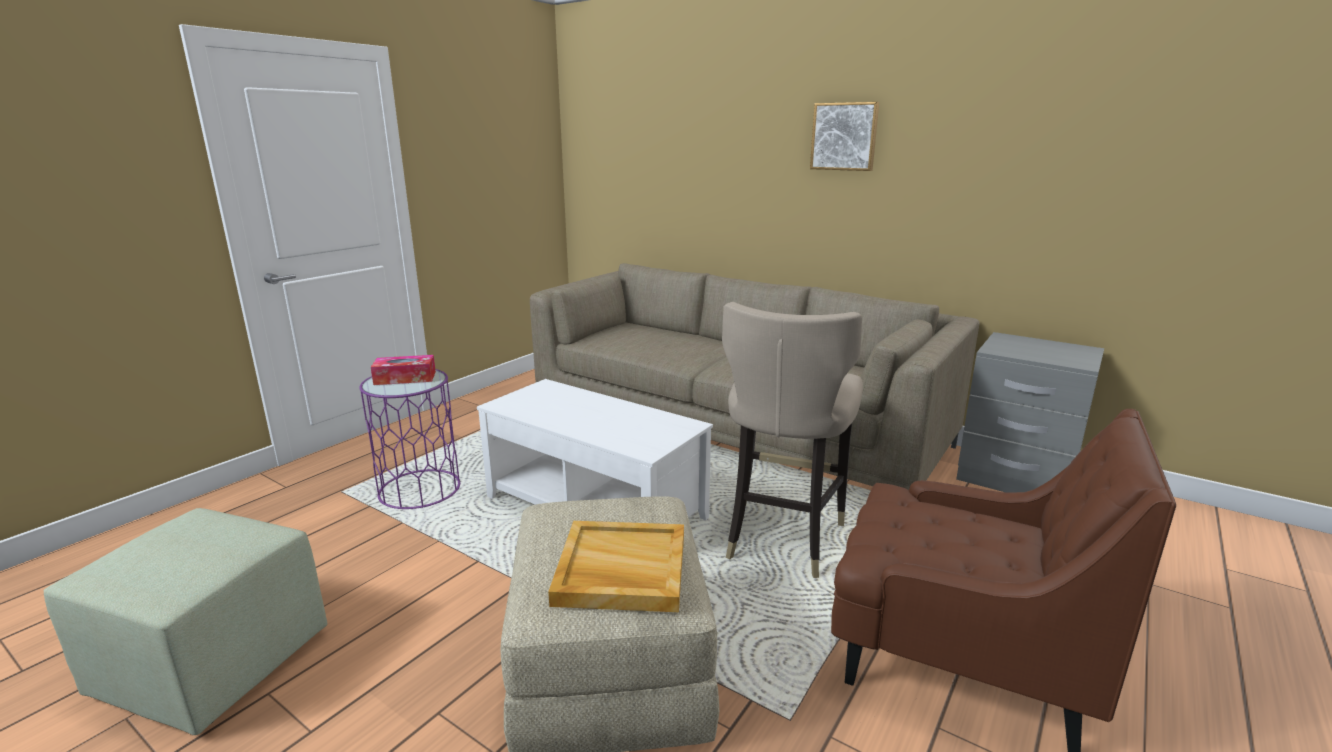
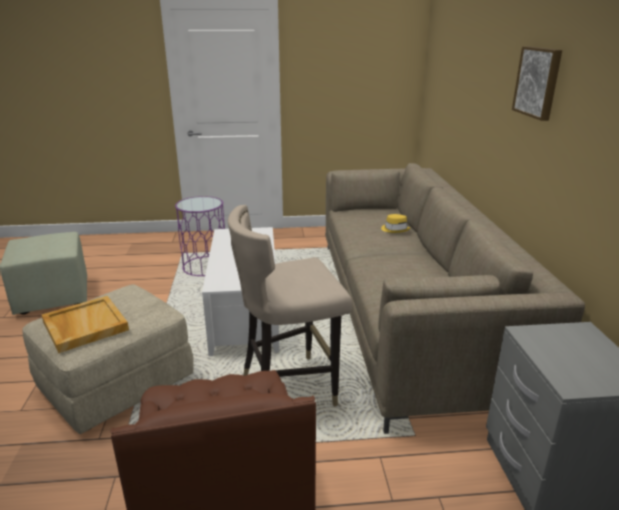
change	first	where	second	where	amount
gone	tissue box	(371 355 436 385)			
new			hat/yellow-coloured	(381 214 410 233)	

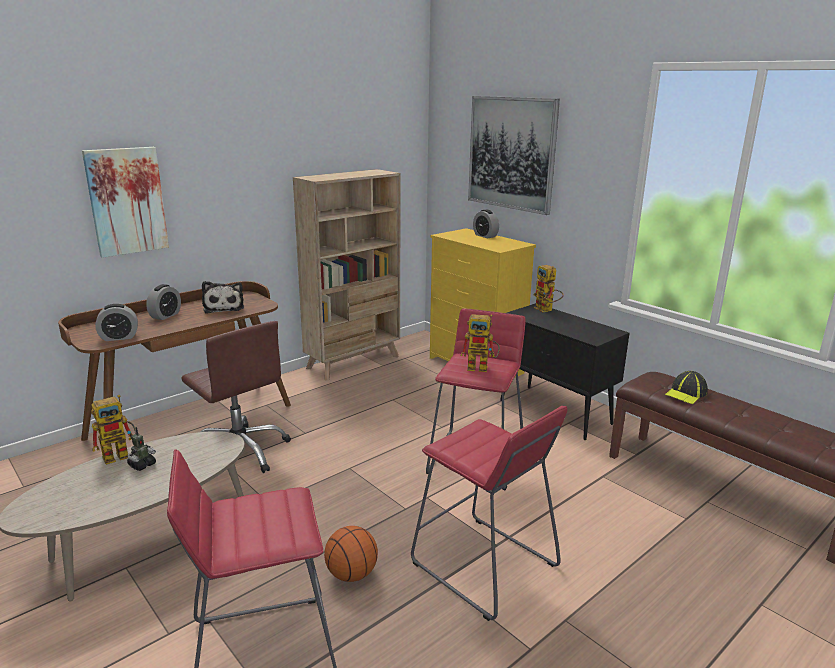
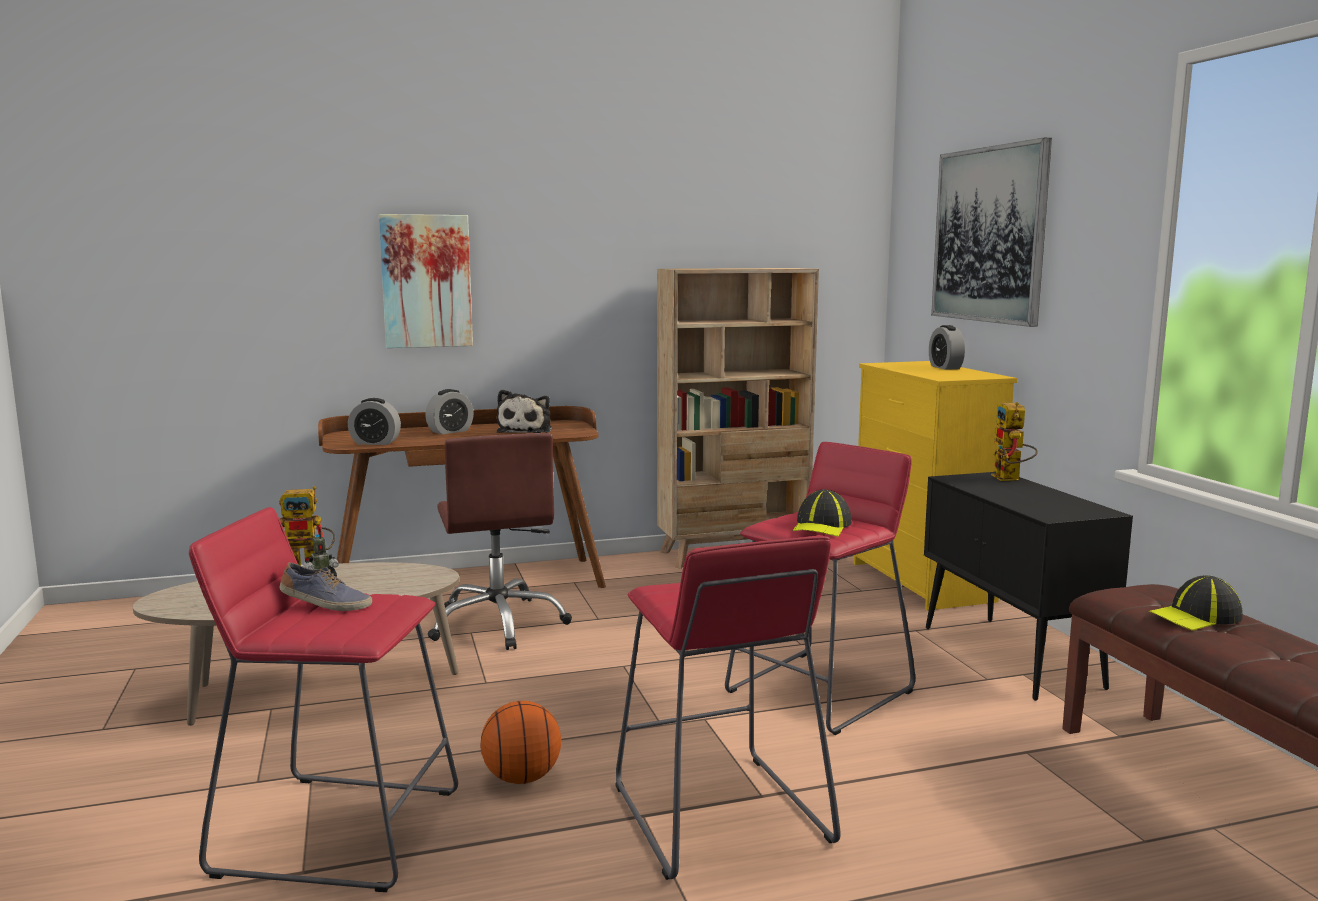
change	first	where	second	where	amount
new			item of footwear	(280 562 372 611)	
swapped	model robot	(461 314 500 372)	peaked cap	(793 489 852 537)	

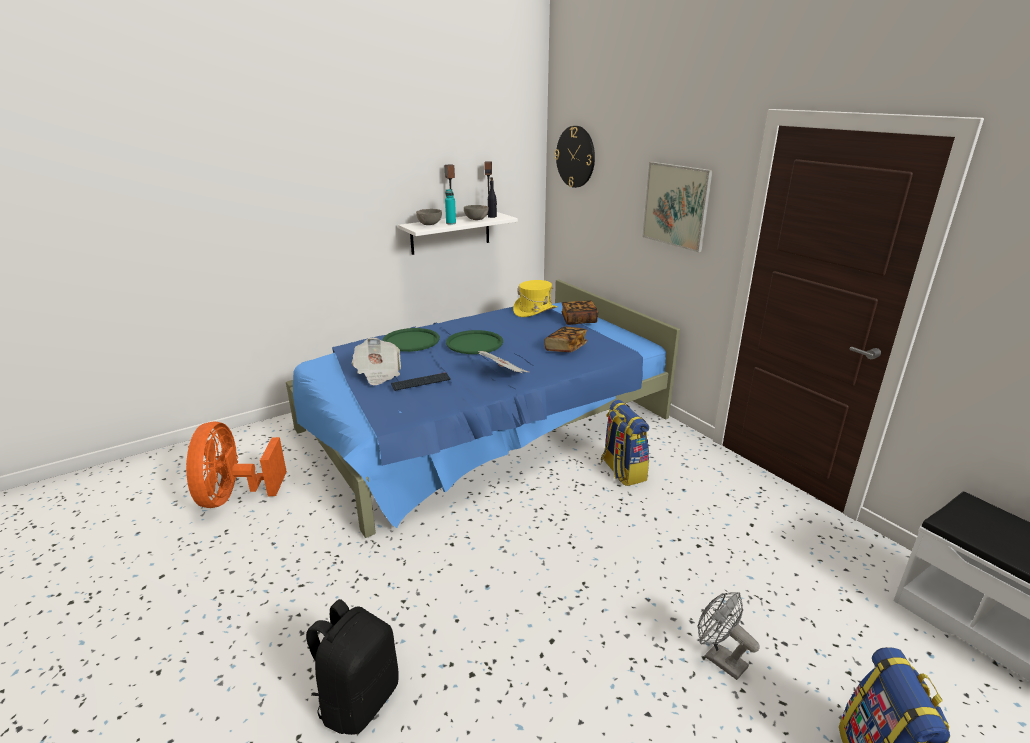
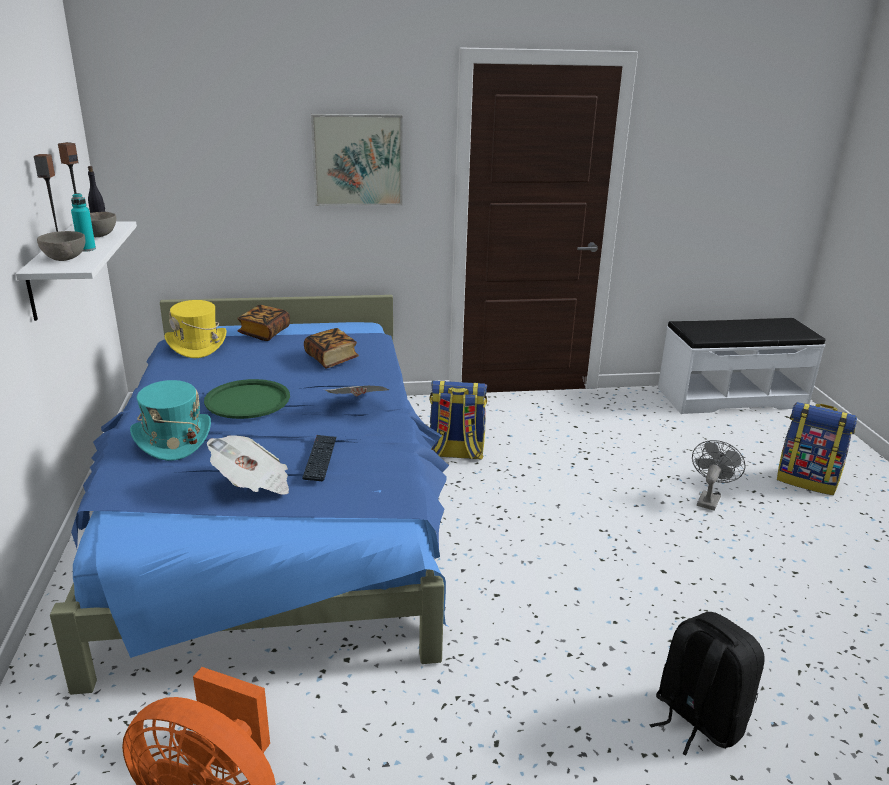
change	first	where	second	where	amount
gone	clock on the wall	(555 126 595 188)			
swapped	tray/green-coloured	(382 328 440 352)	hat/blue-green	(130 380 211 461)	
rotated	electric fan/greyish	(698 592 760 680)		(692 440 745 511)	135 degrees clockwise

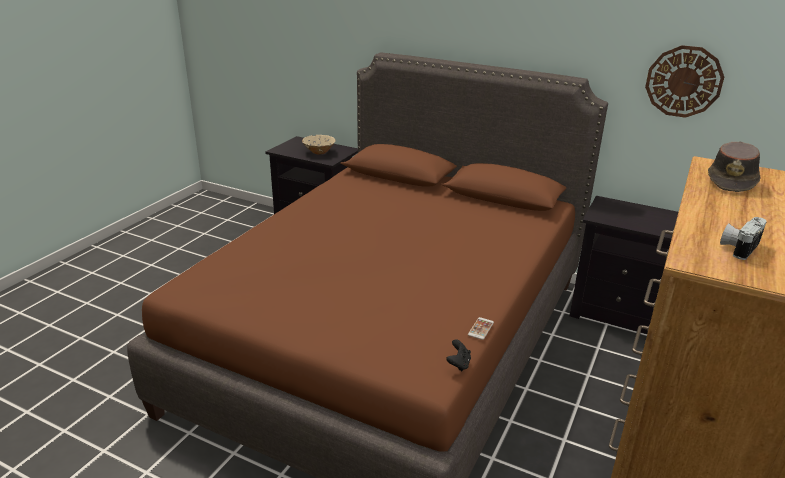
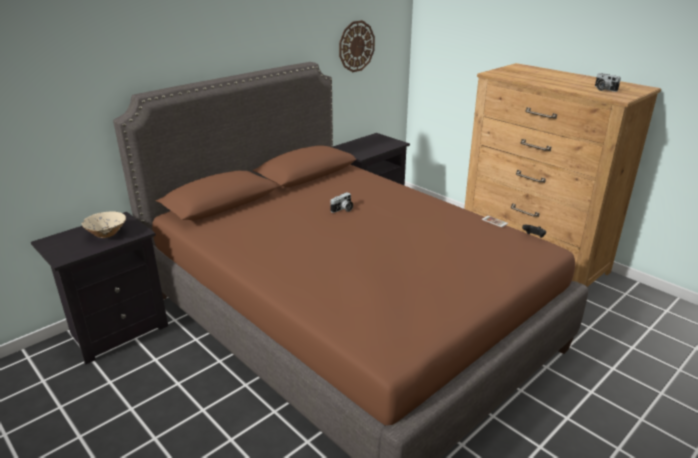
change	first	where	second	where	amount
gone	hat/brownish	(708 142 761 192)			
new			still camera	(330 192 353 213)	

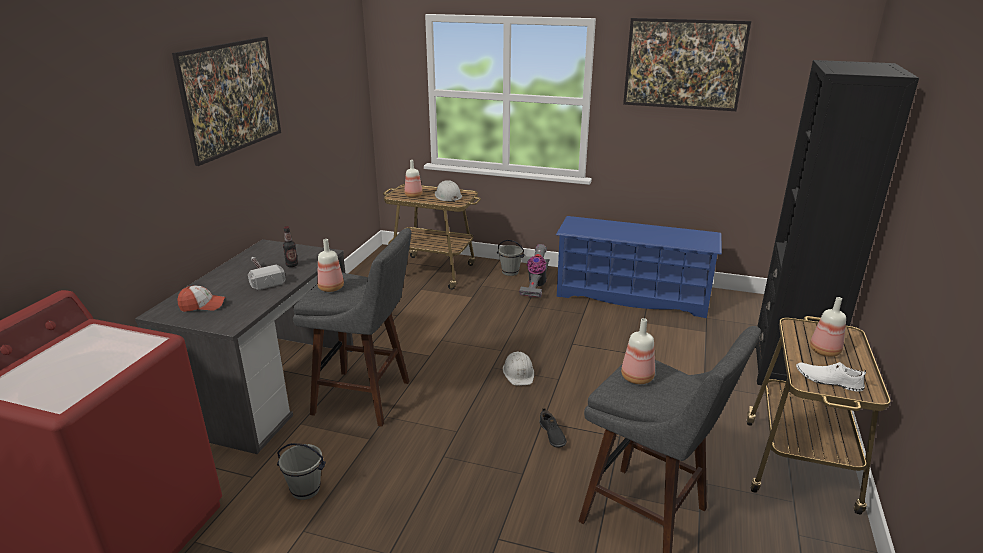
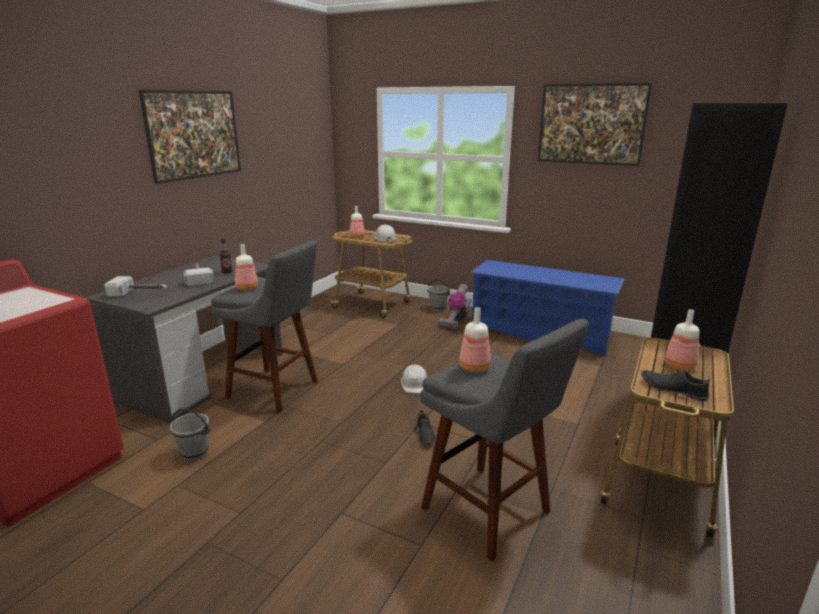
change	first	where	second	where	amount
swapped	peaked cap	(178 286 225 312)	hammer	(104 276 167 297)	
repainted	item of footwear/whitish	(796 362 866 392)	item of footwear/black-coloured	(641 370 710 401)	

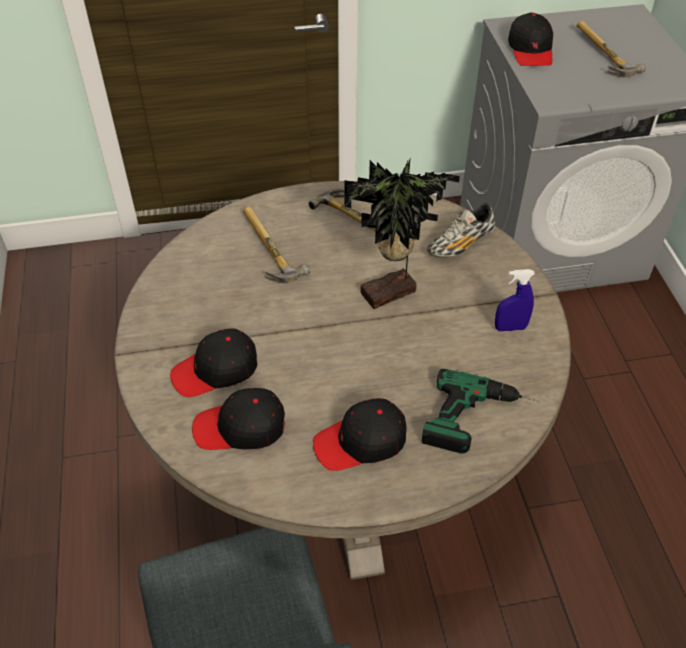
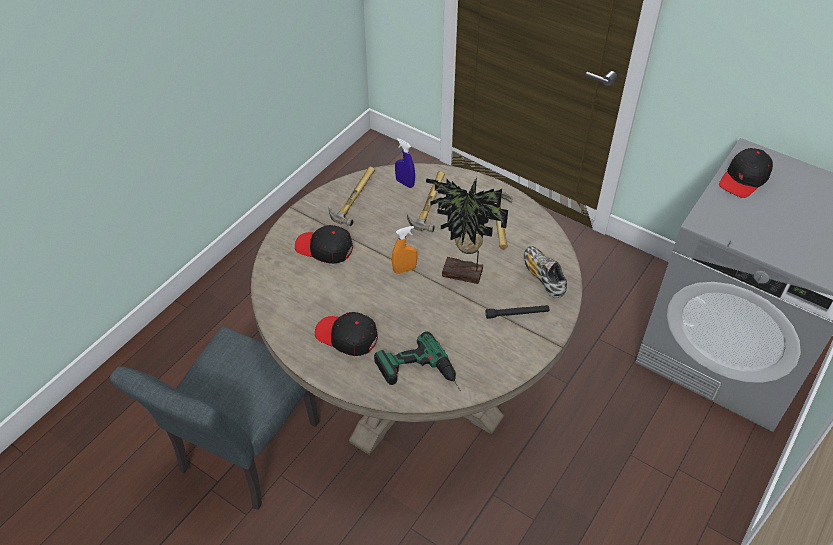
change	first	where	second	where	amount
gone	peaked cap/black-coloured	(192 388 285 450)			
new			hand sprayer/orange	(392 226 417 274)	
new			torch/black-coloured	(486 305 549 319)	
shifted	hand sprayer/blue-coloured	(495 269 535 332)		(395 138 415 188)	
shifted	hammer	(577 21 646 77)		(328 166 375 226)	
rotated	item of footwear	(427 203 495 257)		(524 246 567 298)	60 degrees clockwise

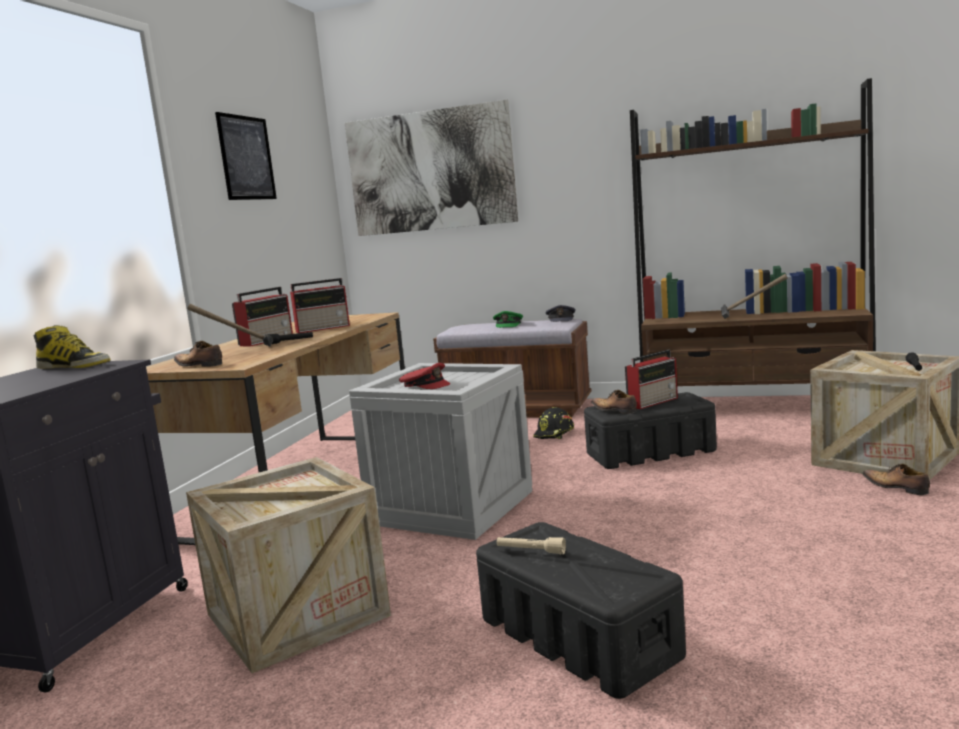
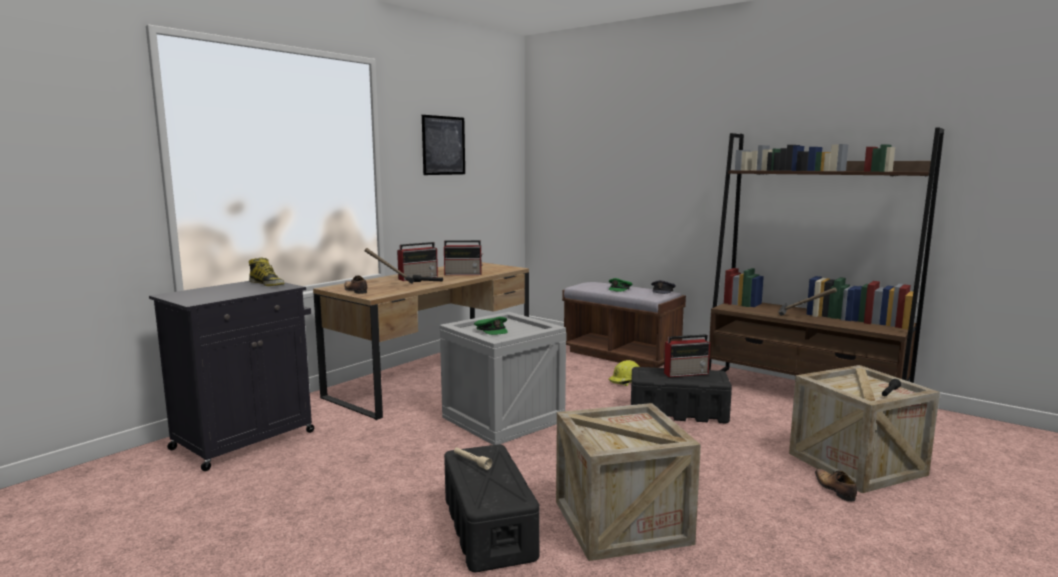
change	first	where	second	where	amount
gone	wall art	(345 99 518 236)			
gone	item of footwear	(591 390 637 414)			
shifted	shipping crate	(186 457 391 673)		(556 403 701 561)	
repainted	peaked cap/red	(399 363 450 389)	peaked cap/green-coloured	(474 317 508 335)	
repainted	work helmet/black-coloured	(533 407 574 439)	work helmet/yellow-coloured	(608 360 640 386)	

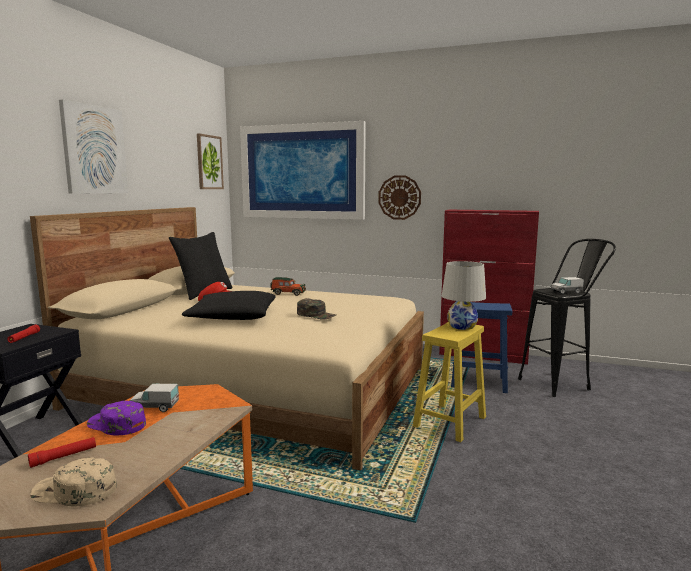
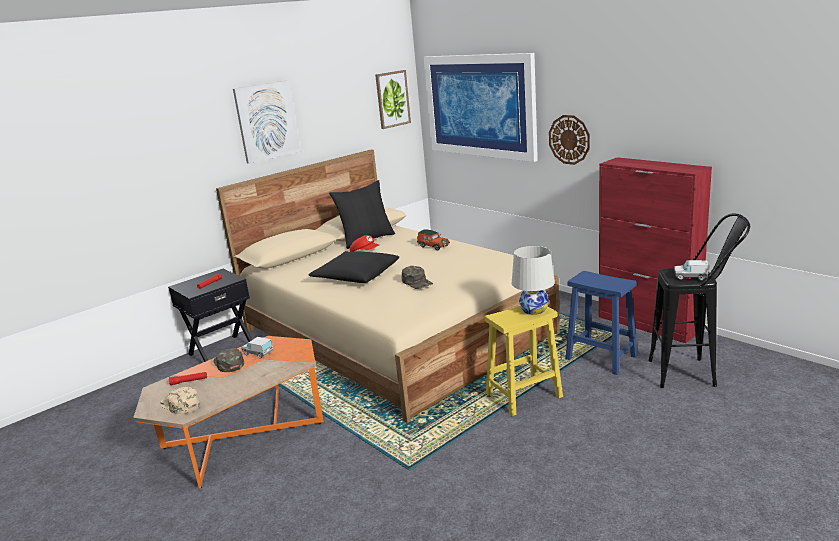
change	first	where	second	where	amount
repainted	peaked cap/purple	(87 401 146 435)	peaked cap/green-coloured	(213 348 244 372)	

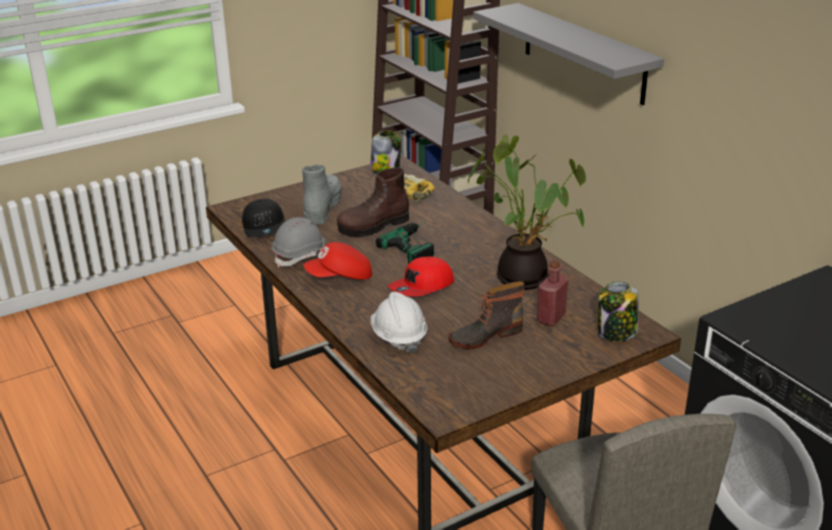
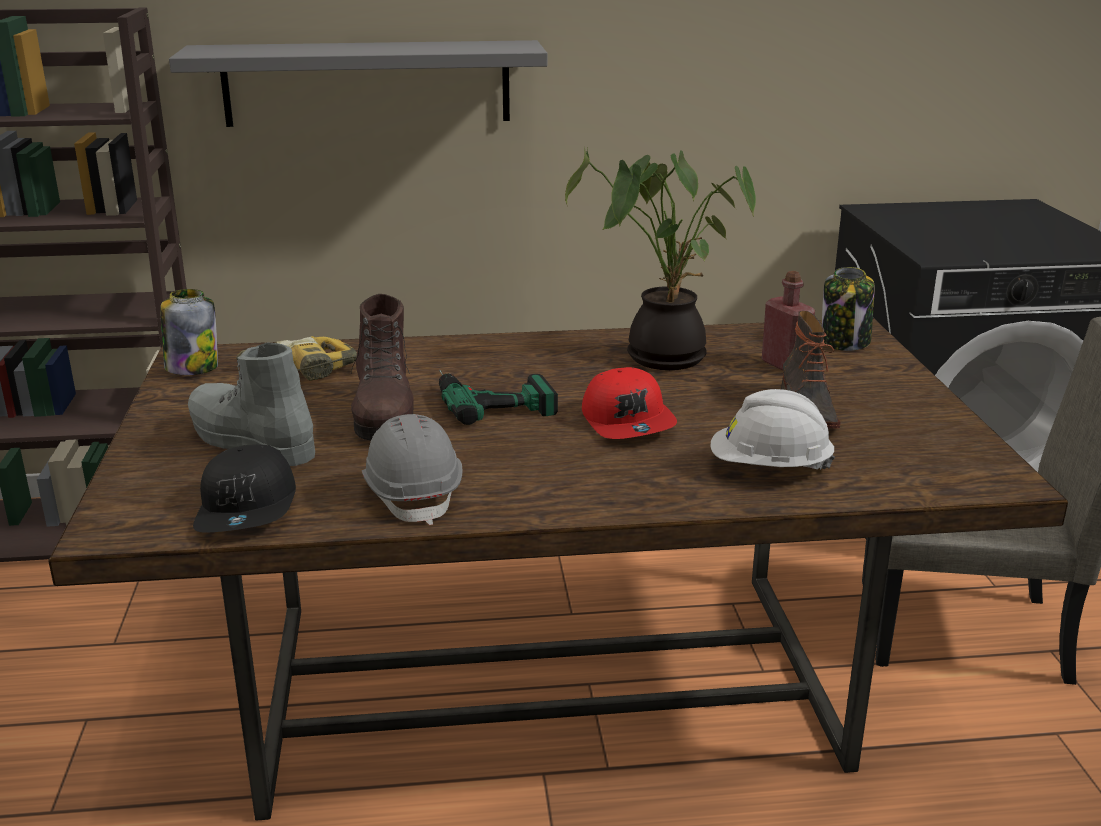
change	first	where	second	where	amount
gone	peaked cap/red	(304 242 372 280)			
rotated	peaked cap/black-coloured	(242 198 285 237)		(193 445 296 533)	75 degrees clockwise

